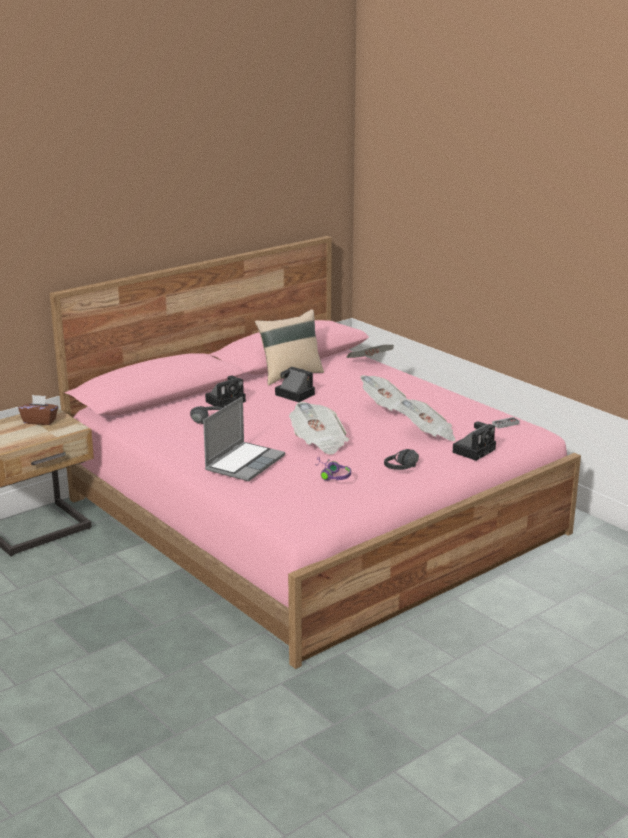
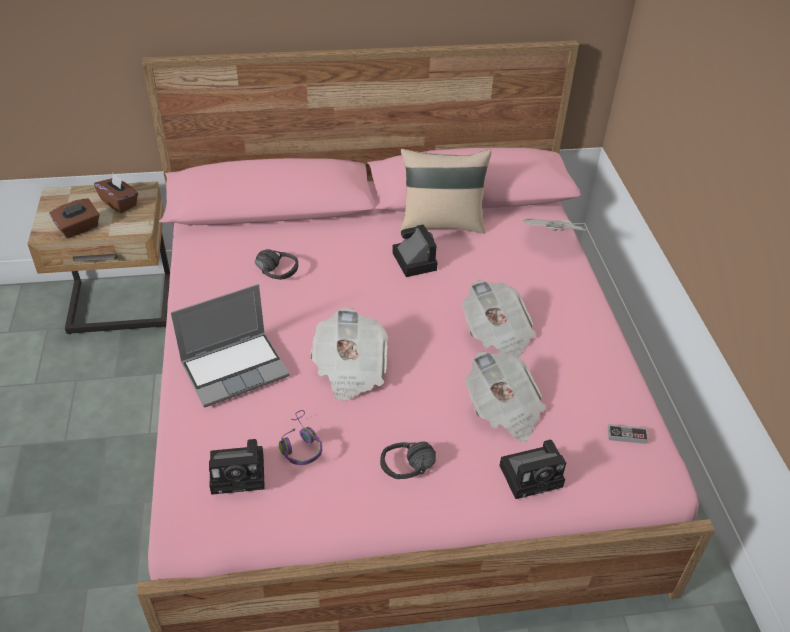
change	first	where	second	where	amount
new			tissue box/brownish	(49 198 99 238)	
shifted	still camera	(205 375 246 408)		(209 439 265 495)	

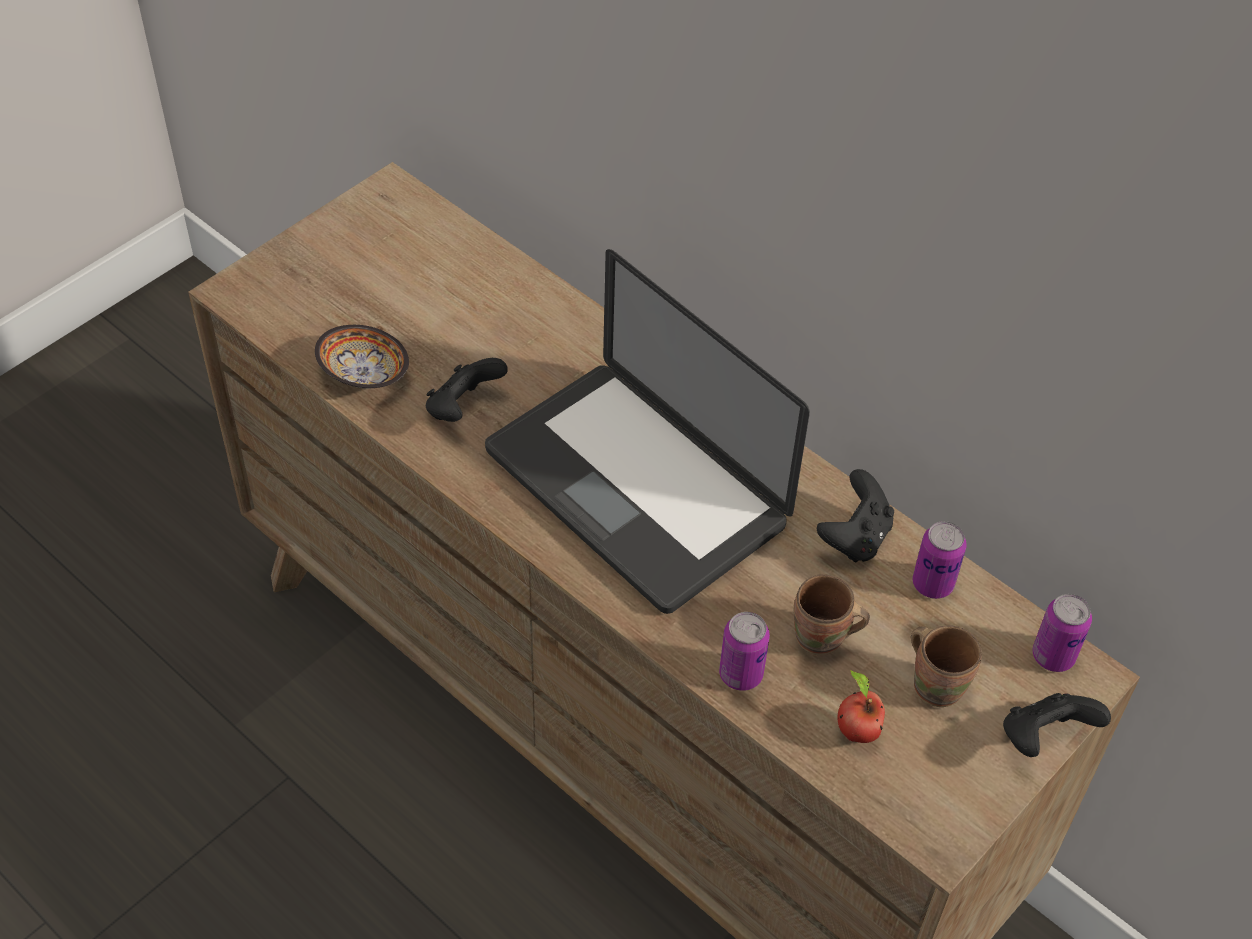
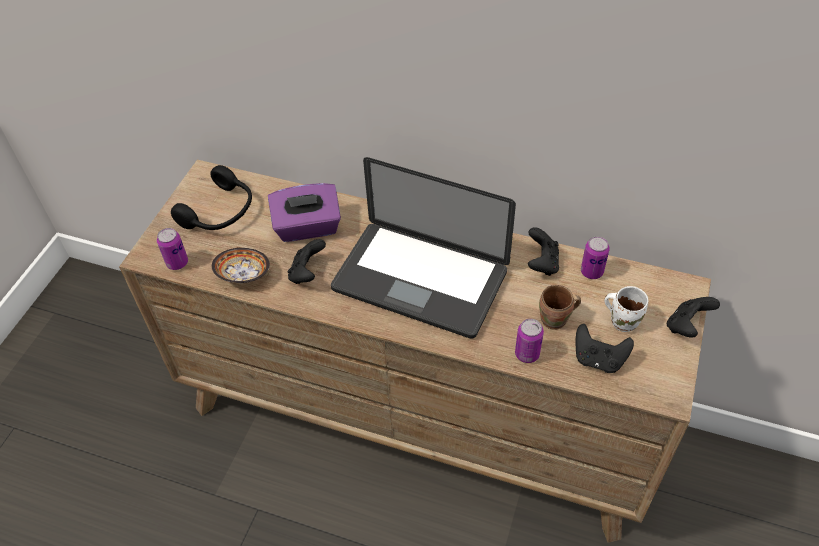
change	first	where	second	where	amount
new			pair of headphones/black-coloured	(171 165 252 230)	
new			tissue box/purple	(268 183 341 242)	
shifted	sealed can	(1032 594 1092 672)		(157 228 188 270)	
swapped	whole apple	(838 671 885 743)	joypad/black-coloured	(575 324 634 373)	
repainted	mug/brownish	(911 625 982 707)	mug/whitish	(604 286 648 332)	

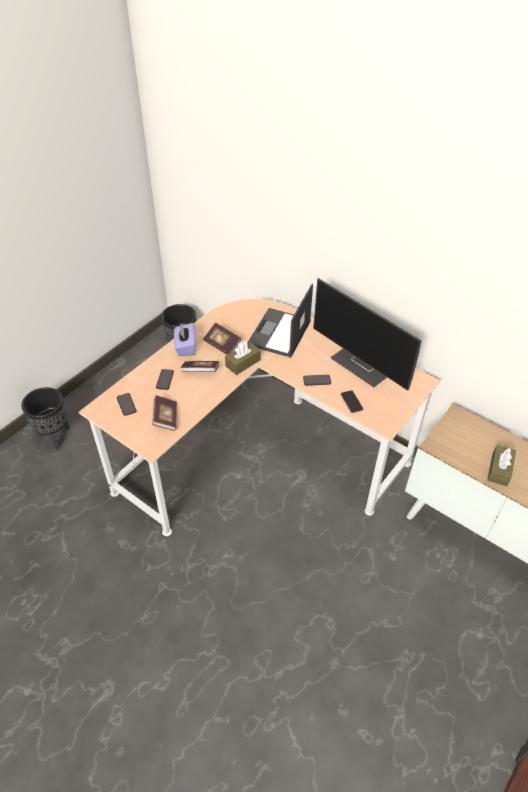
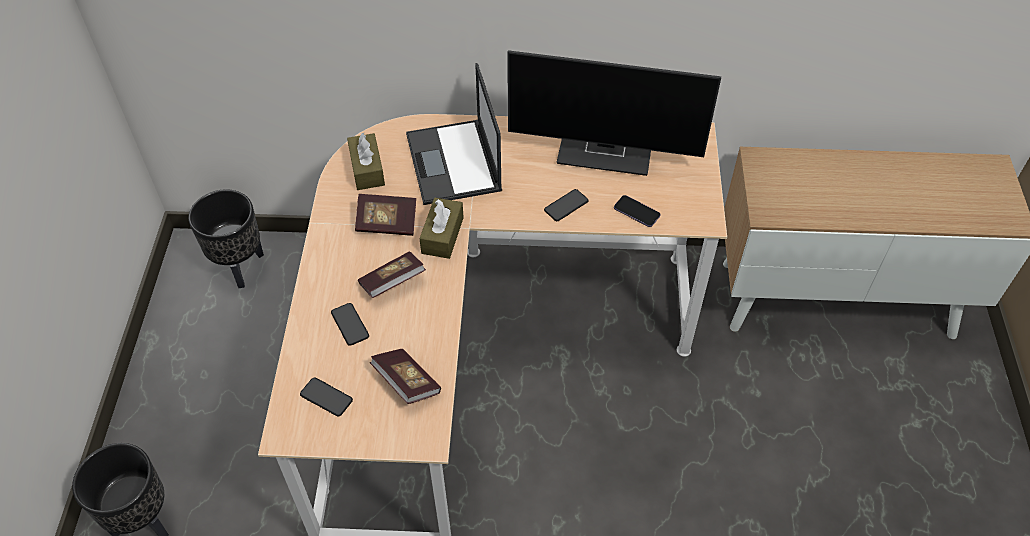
change	first	where	second	where	amount
gone	tissue box/purple	(174 323 196 356)			
shifted	tissue box/brownish	(487 445 516 486)		(347 133 385 190)	

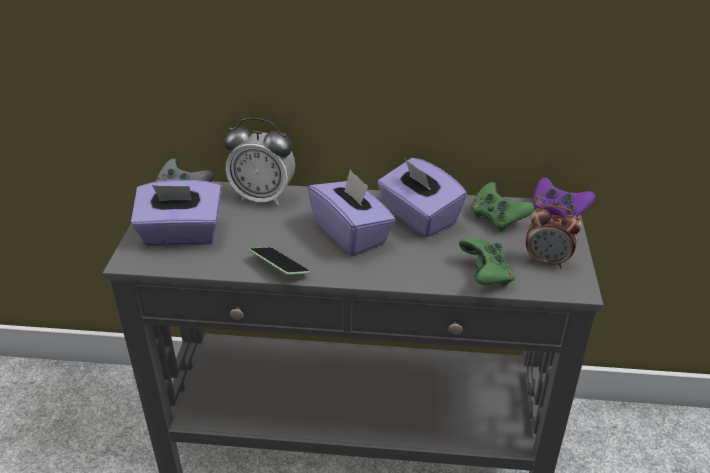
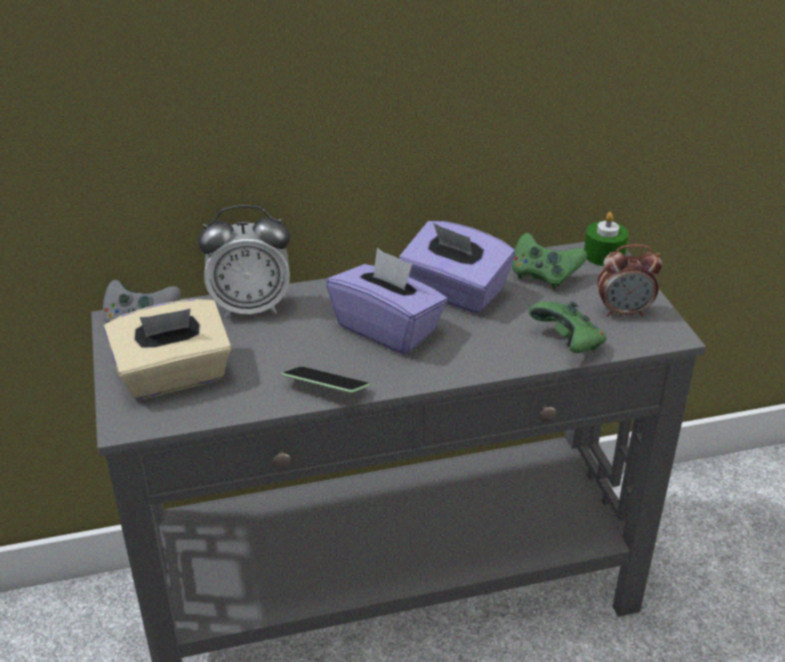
change	first	where	second	where	amount
swapped	joypad/purple	(533 177 595 218)	candle/green-coloured	(584 212 629 266)	
repainted	tissue box/purple	(131 180 222 246)	tissue box/sand-coloured	(104 299 232 400)	

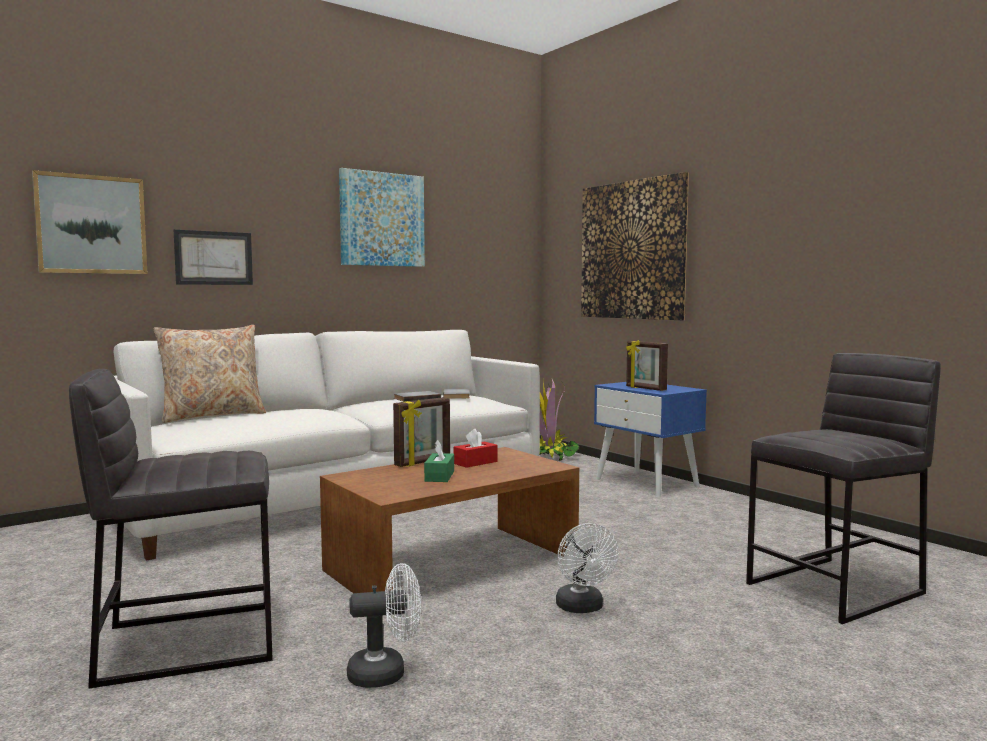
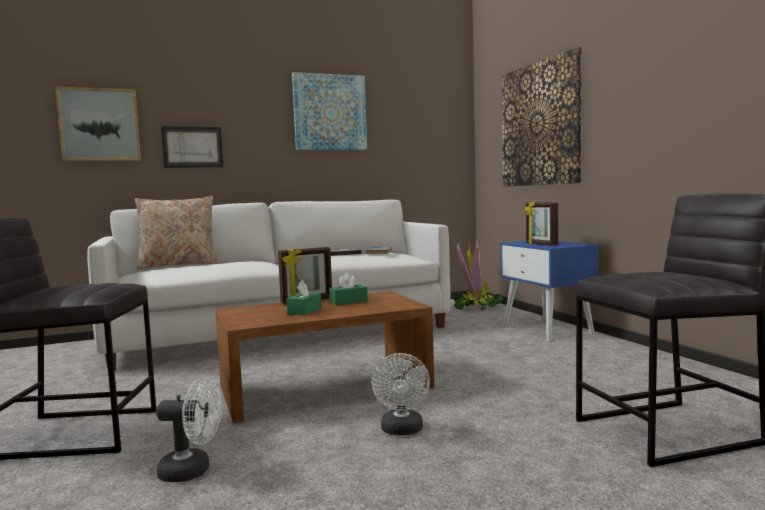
change	first	where	second	where	amount
repainted	tissue box/red	(454 429 498 468)	tissue box/green-coloured	(329 273 368 305)	

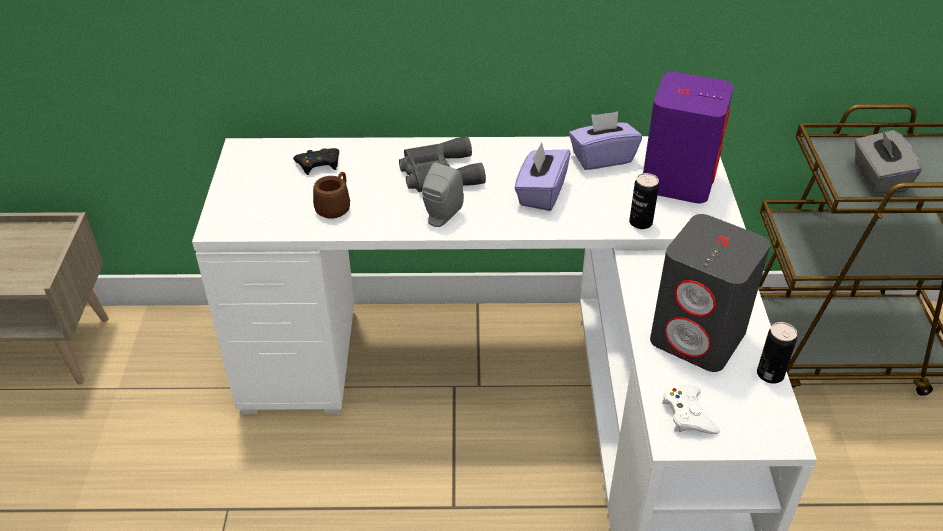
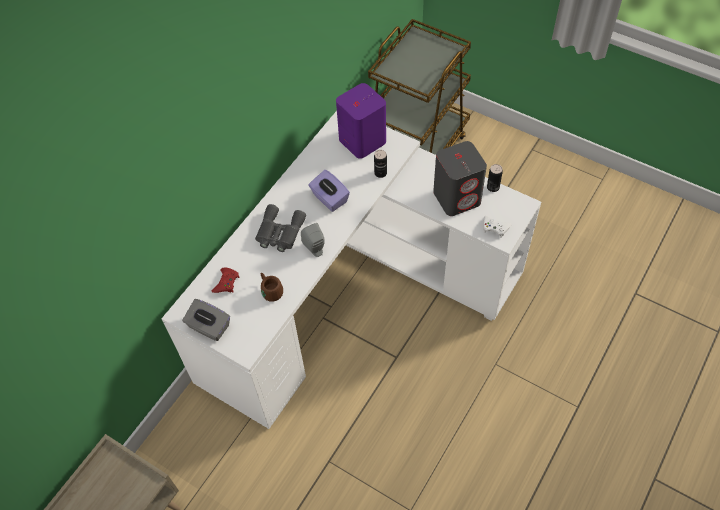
change	first	where	second	where	amount
gone	tissue box/purple	(569 111 642 170)			
shifted	tissue box/greyish	(855 128 922 194)		(182 299 230 341)	
repainted	joypad/black-coloured	(293 148 339 175)	joypad/red	(212 268 239 293)	

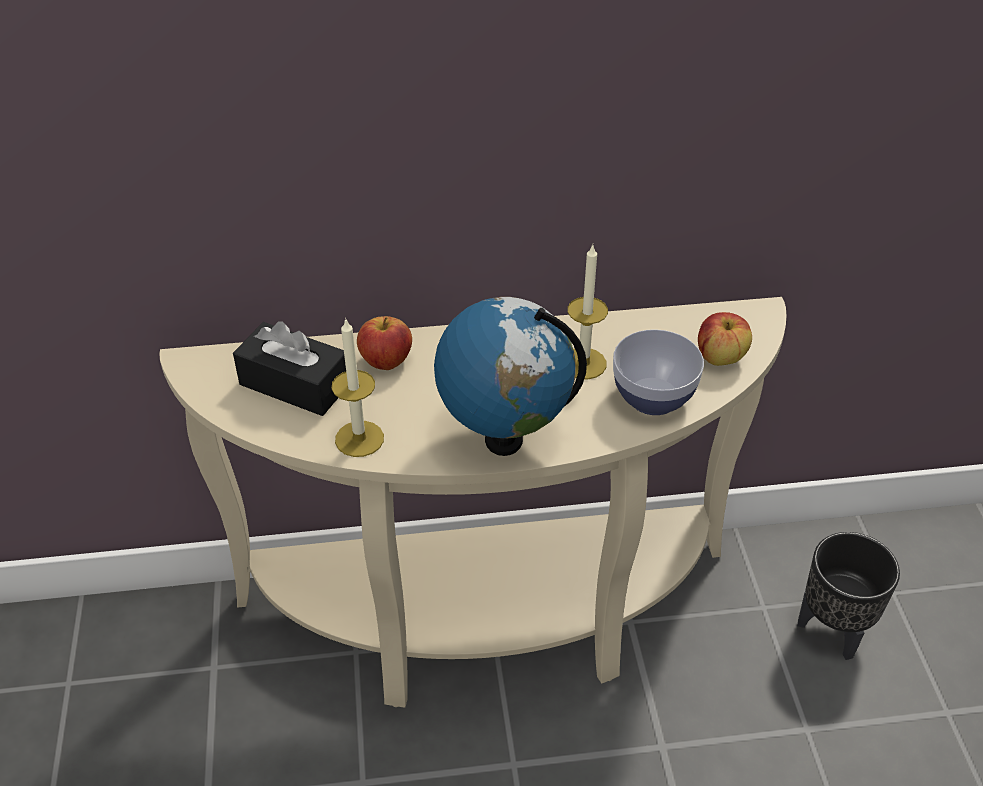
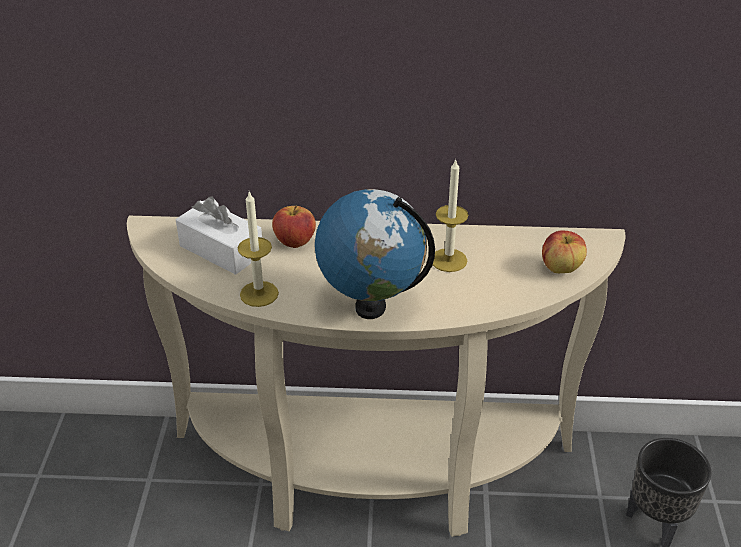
change	first	where	second	where	amount
gone	bowl	(613 329 704 415)			
repainted	tissue box/black-coloured	(233 321 346 416)	tissue box/whitish	(176 197 262 275)	

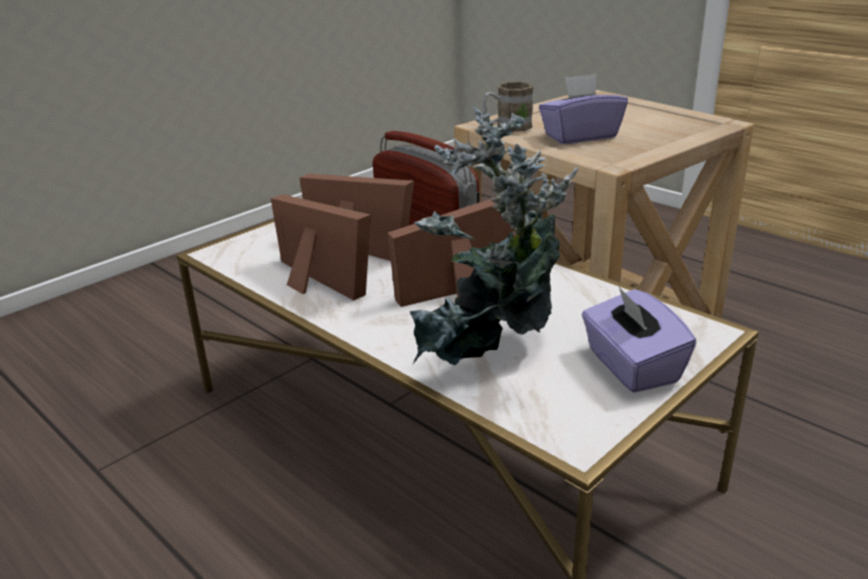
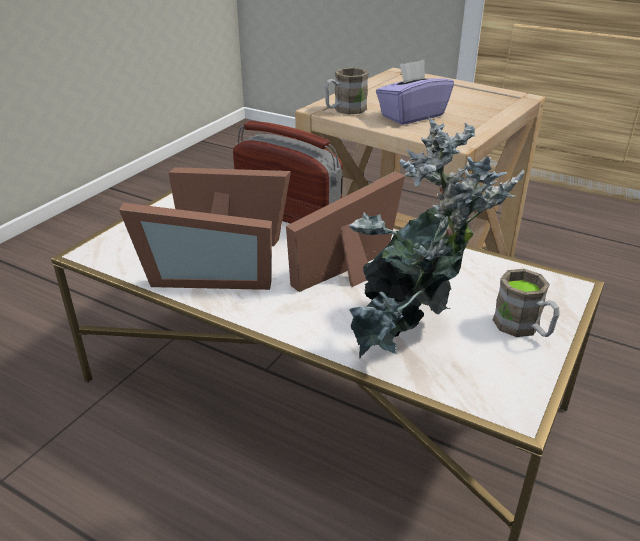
change	first	where	second	where	amount
swapped	tissue box/purple	(582 285 696 393)	mug/brownish	(493 269 560 337)	
rotated	standing frame	(271 194 371 300)		(119 203 272 290)	150 degrees clockwise

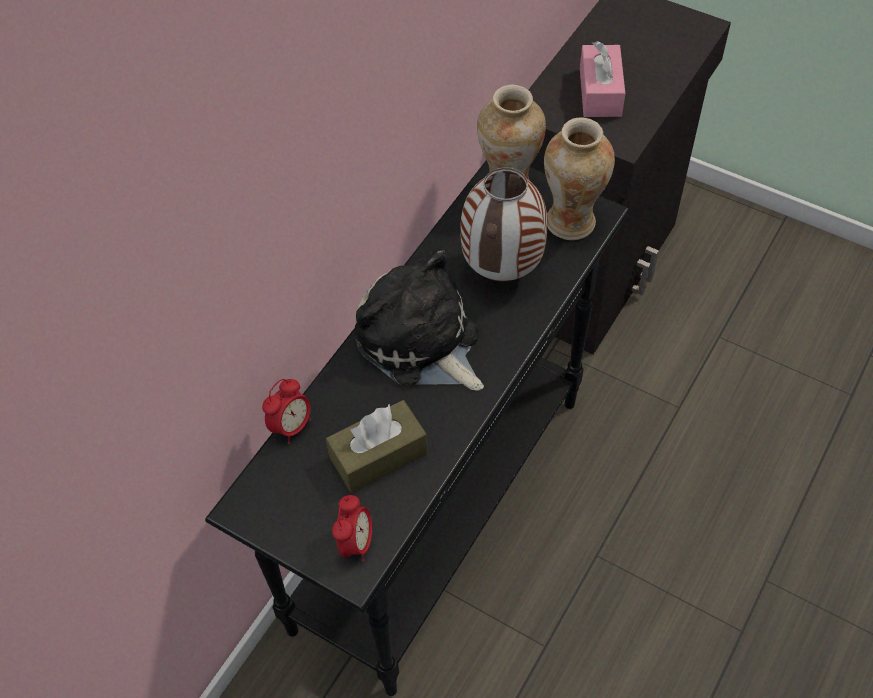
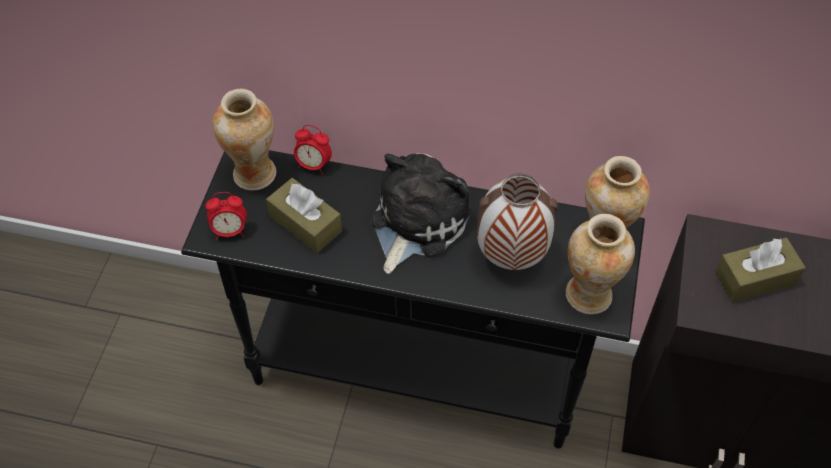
change	first	where	second	where	amount
new			vase	(212 89 276 191)	
repainted	tissue box/pink-coloured	(580 41 626 117)	tissue box/brownish	(715 238 806 302)	

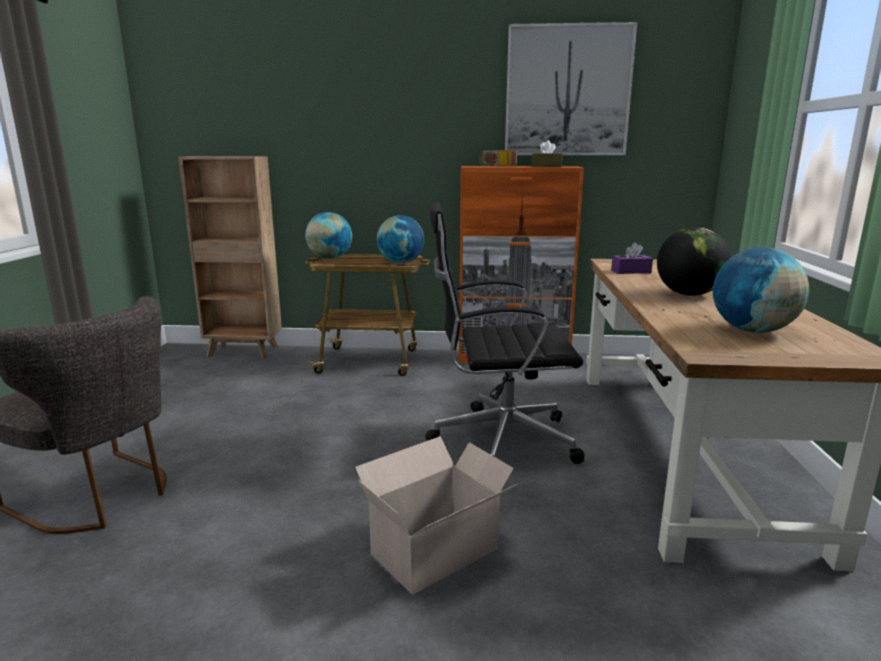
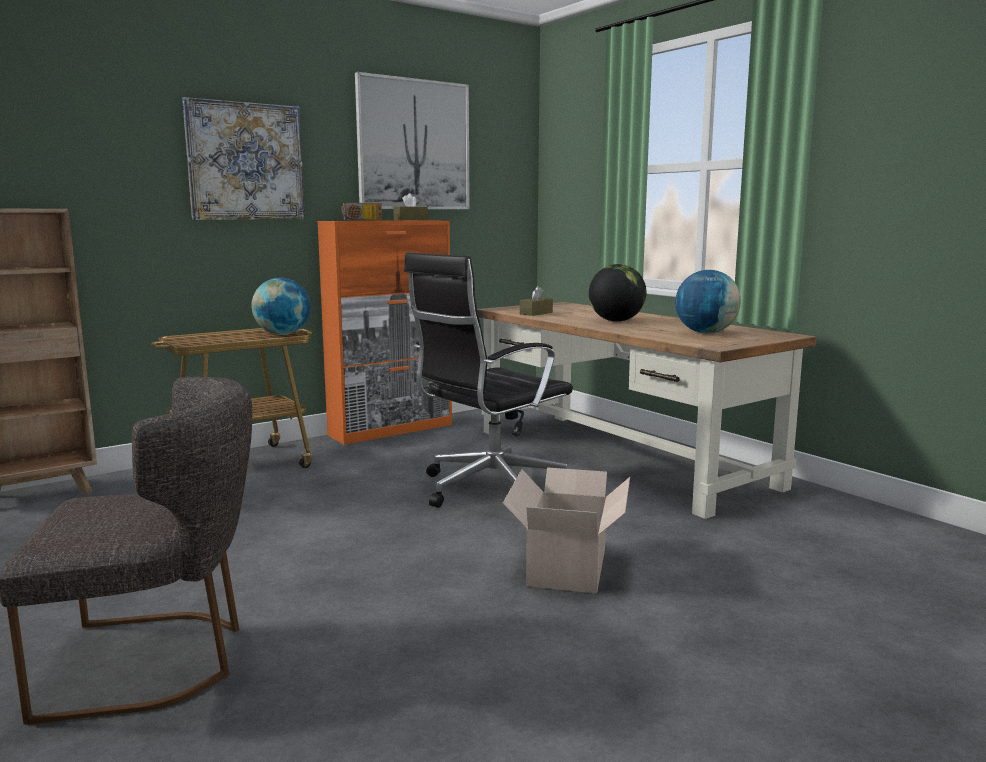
change	first	where	second	where	amount
gone	world globe	(305 212 352 259)			
new			wall art	(182 97 305 220)	
repainted	tissue box/purple	(611 242 653 274)	tissue box/brownish	(520 286 553 316)	

